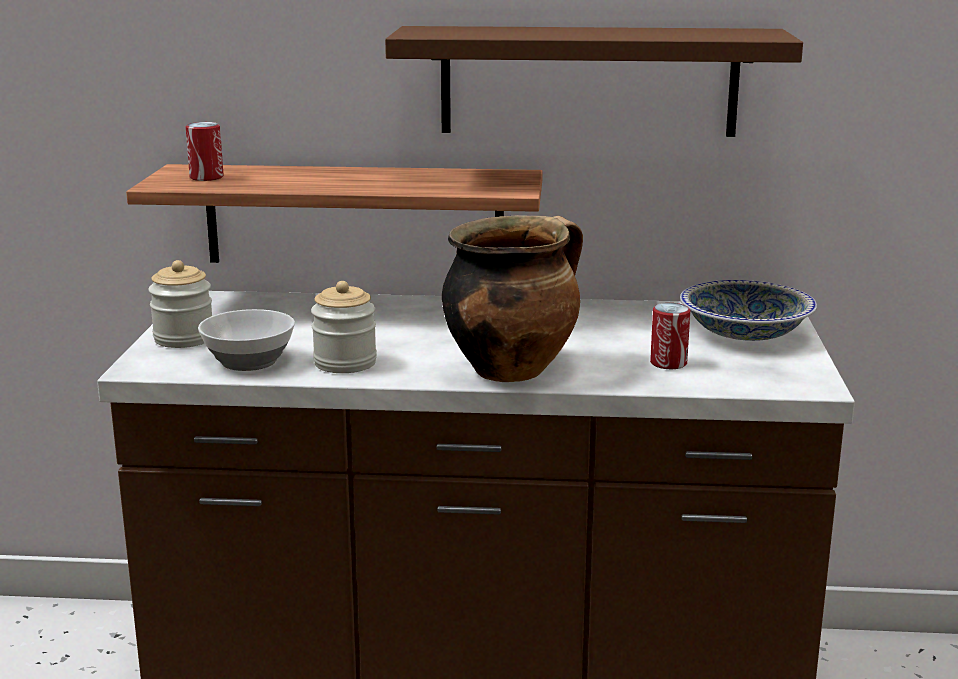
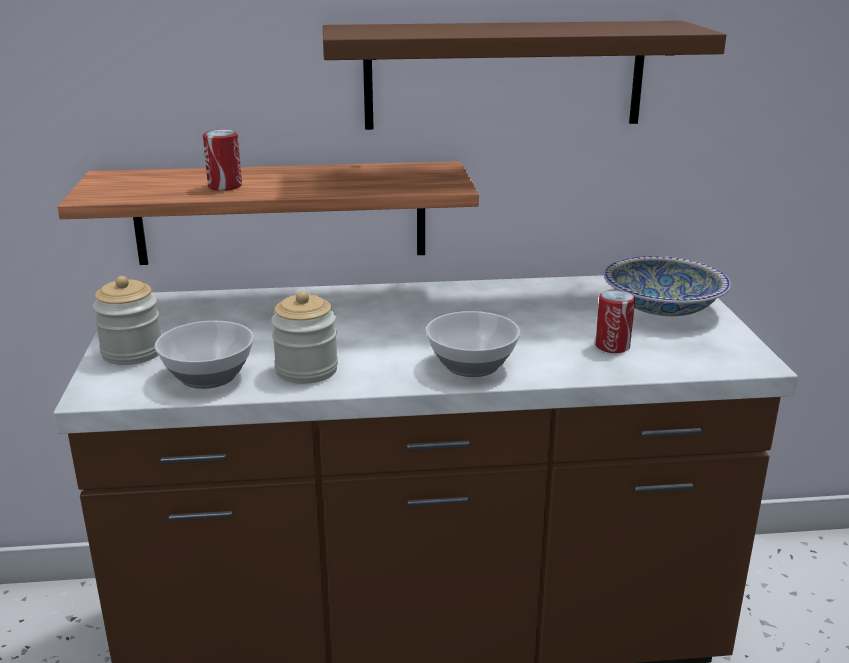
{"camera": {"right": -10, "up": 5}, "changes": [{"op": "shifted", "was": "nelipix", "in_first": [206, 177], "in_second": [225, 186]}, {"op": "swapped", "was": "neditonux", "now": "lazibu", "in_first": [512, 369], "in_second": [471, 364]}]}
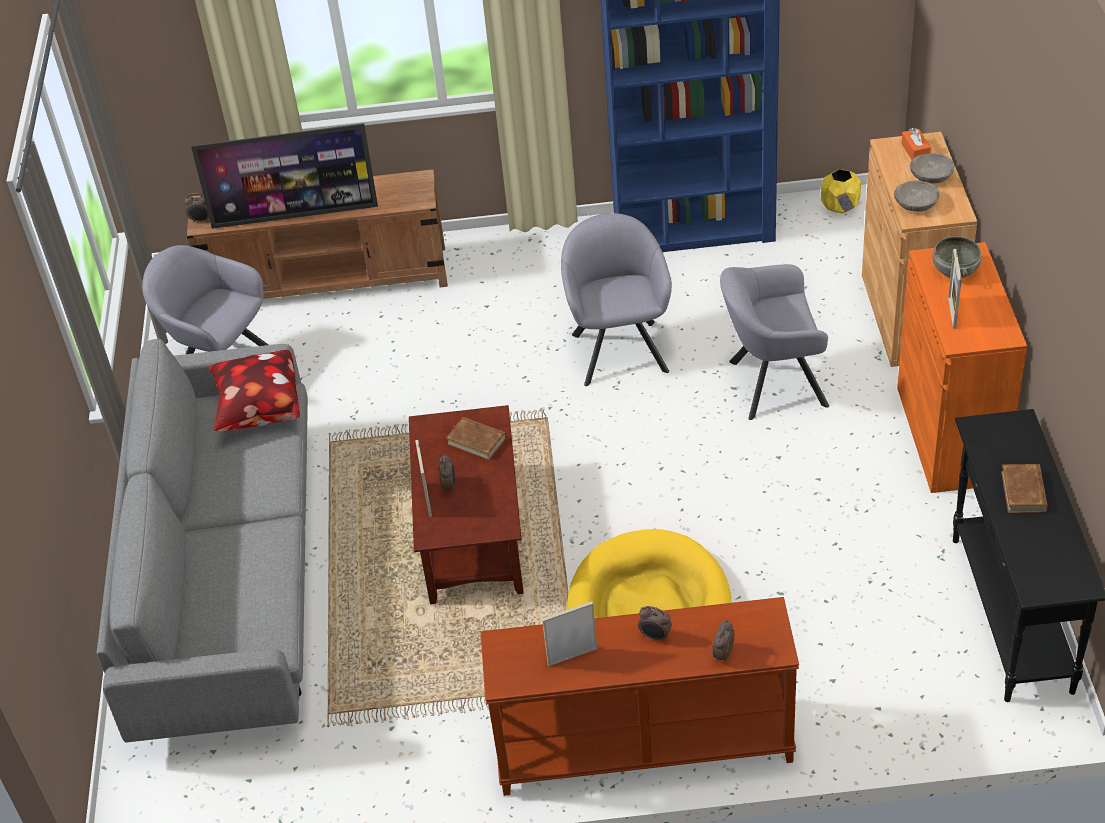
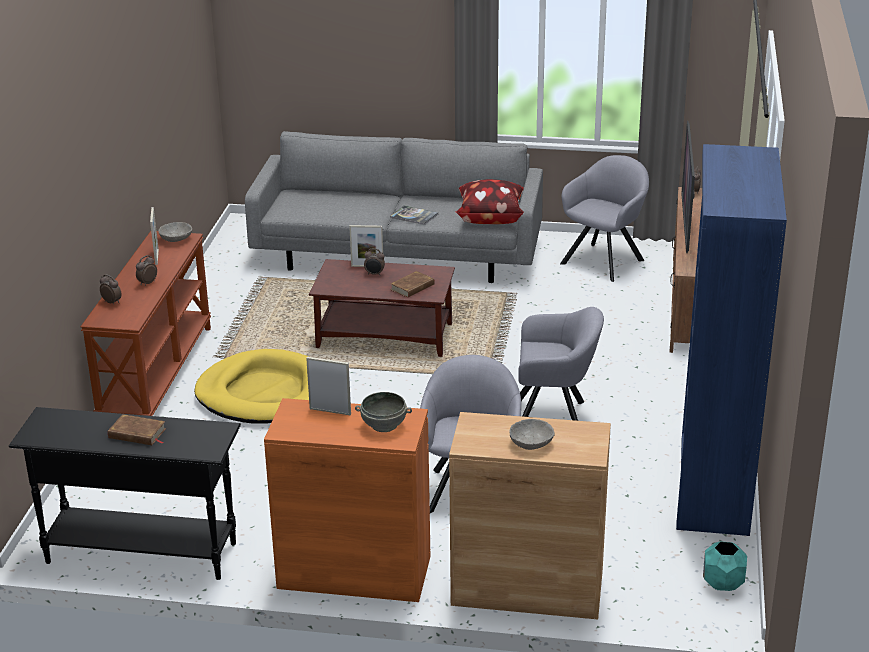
{"camera": {"right": 100, "up": -15}, "changes": [{"op": "shifted", "was": "grey lazibu", "in_first": [916, 204], "in_second": [176, 239]}, {"op": "new", "now": "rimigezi", "in_second": [414, 216]}, {"op": "repainted", "was": "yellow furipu", "now": "turquoise furipu", "in_first": [840, 206], "in_second": [722, 584]}, {"op": "gone", "was": "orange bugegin", "in_first": [915, 151]}]}
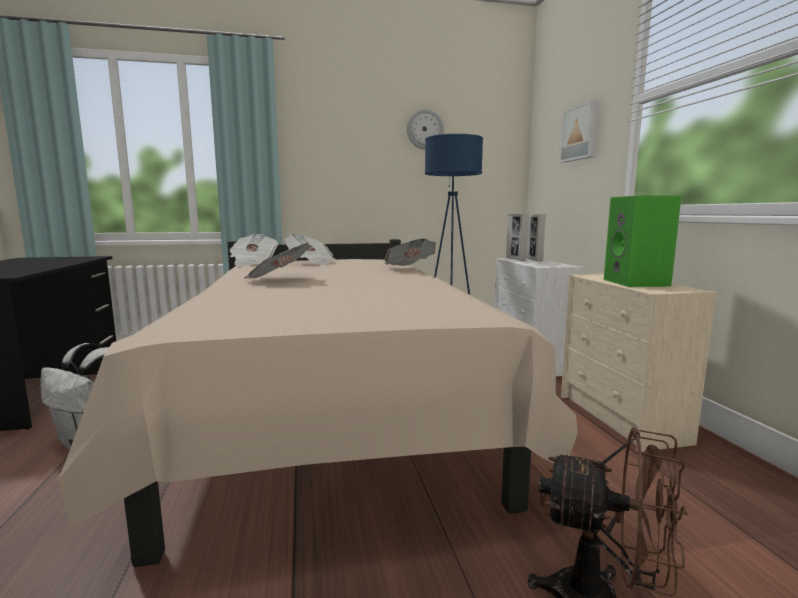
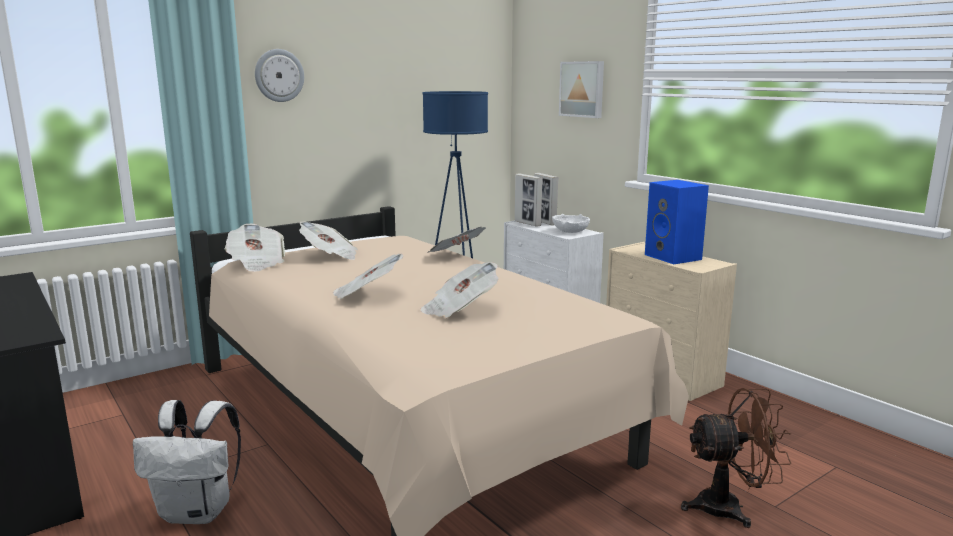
{"camera": {"right": -25, "up": 5}, "changes": [{"op": "shifted", "was": "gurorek", "in_first": [425, 129], "in_second": [279, 75]}, {"op": "new", "now": "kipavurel", "in_second": [459, 309]}, {"op": "new", "now": "white lazibu", "in_second": [570, 231]}, {"op": "repainted", "was": "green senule", "now": "blue senule", "in_first": [637, 283], "in_second": [674, 257]}]}
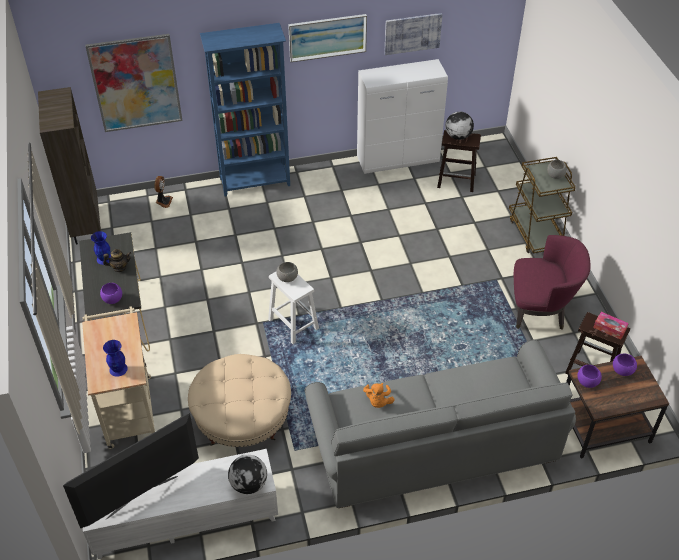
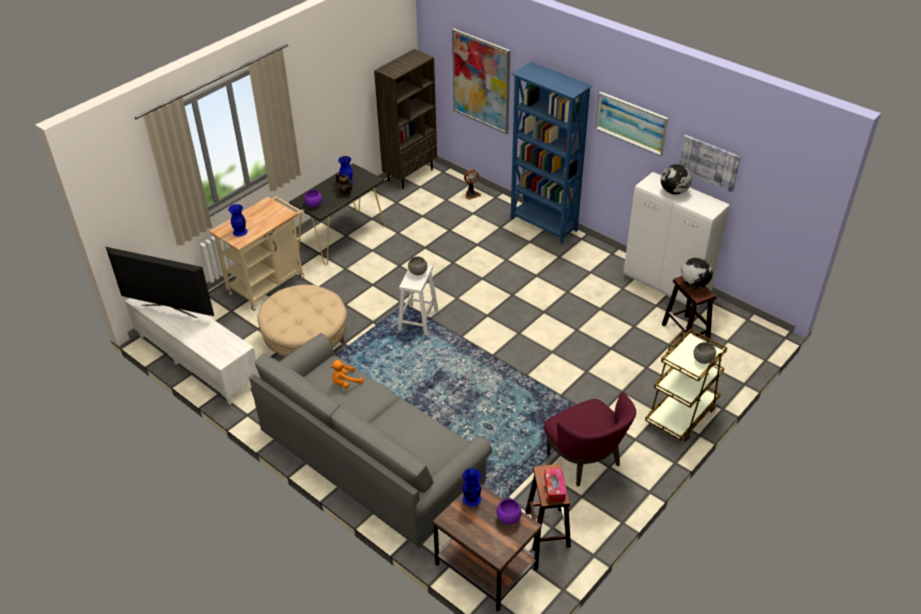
{"camera": {"right": 55, "up": -5}, "changes": [{"op": "swapped", "was": "purple lazibu", "now": "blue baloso", "in_first": [587, 382], "in_second": [471, 498]}, {"op": "shifted", "was": "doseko", "in_first": [249, 484], "in_second": [674, 191]}]}
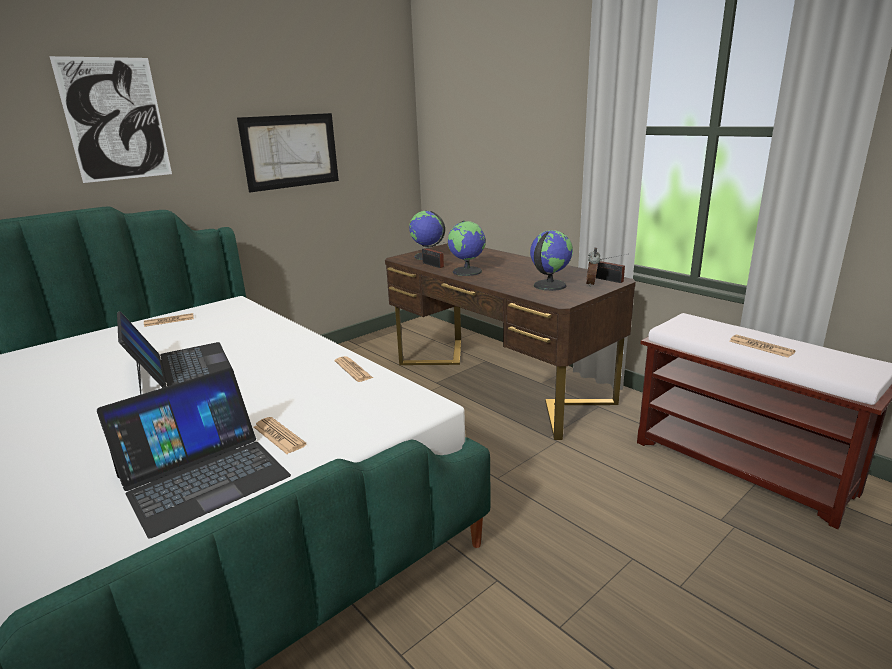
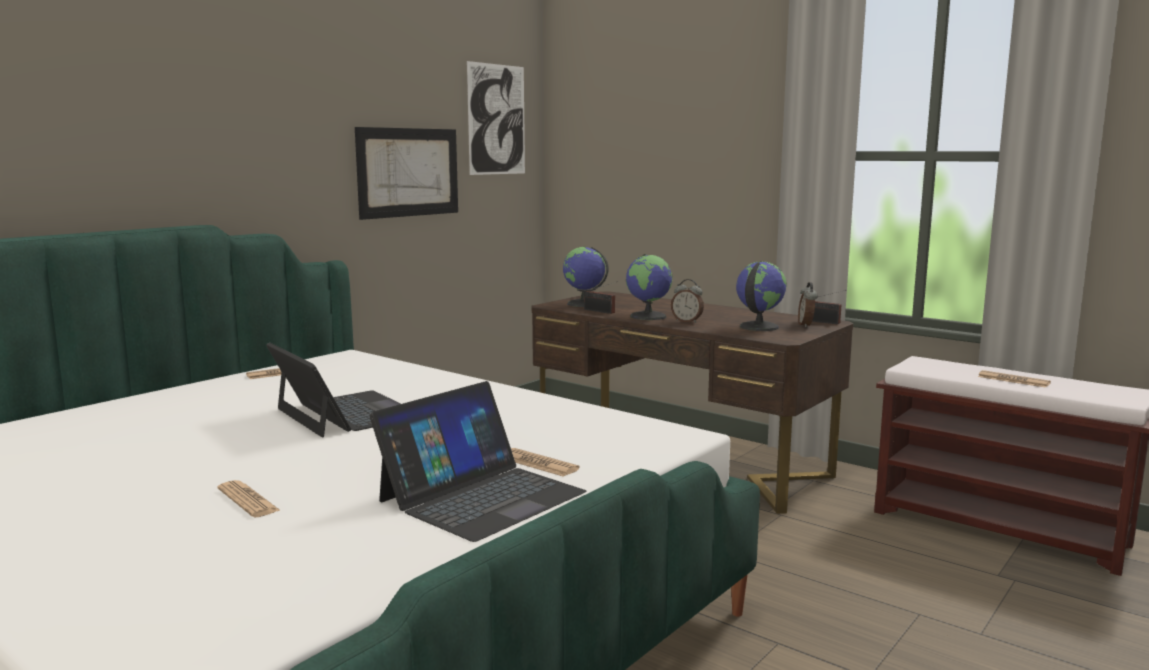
{"camera": {"right": -10, "up": -10}, "changes": [{"op": "shifted", "was": "kipavurel", "in_first": [353, 370], "in_second": [248, 500]}, {"op": "shifted", "was": "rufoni", "in_first": [115, 120], "in_second": [497, 119]}, {"op": "new", "now": "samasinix", "in_second": [687, 321]}]}
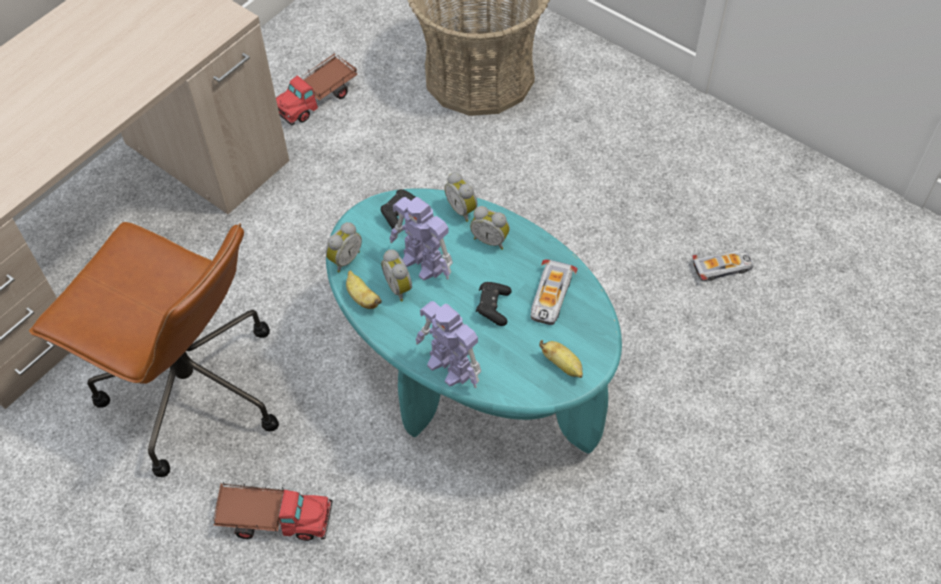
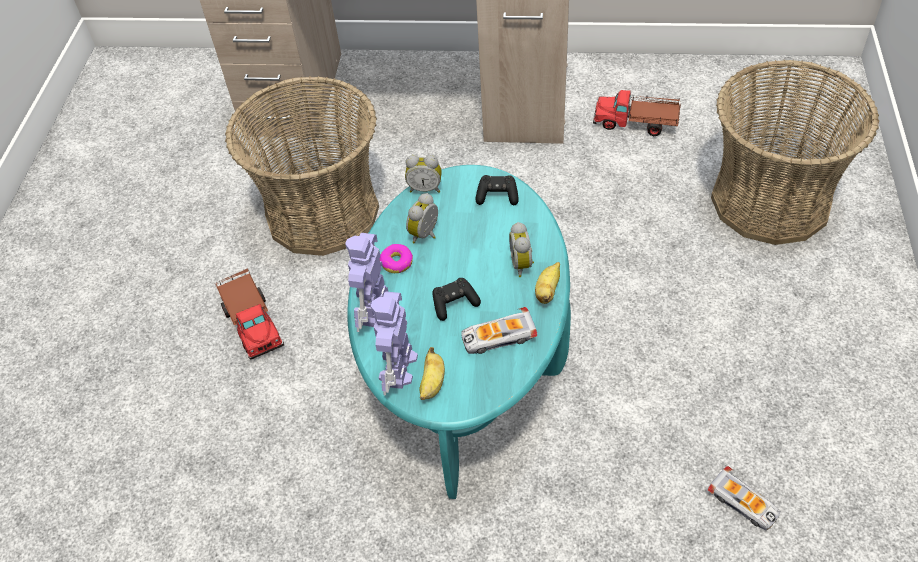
{"camera": {"right": 60, "up": -5}, "changes": [{"op": "swapped", "was": "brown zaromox", "now": "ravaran", "in_first": [190, 390], "in_second": [322, 213]}, {"op": "shifted", "was": "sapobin", "in_first": [424, 263], "in_second": [398, 368]}, {"op": "new", "now": "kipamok", "in_second": [397, 262]}, {"op": "shifted", "was": "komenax", "in_first": [362, 298], "in_second": [547, 291]}, {"op": "gone", "was": "samasinix", "in_first": [463, 209]}]}
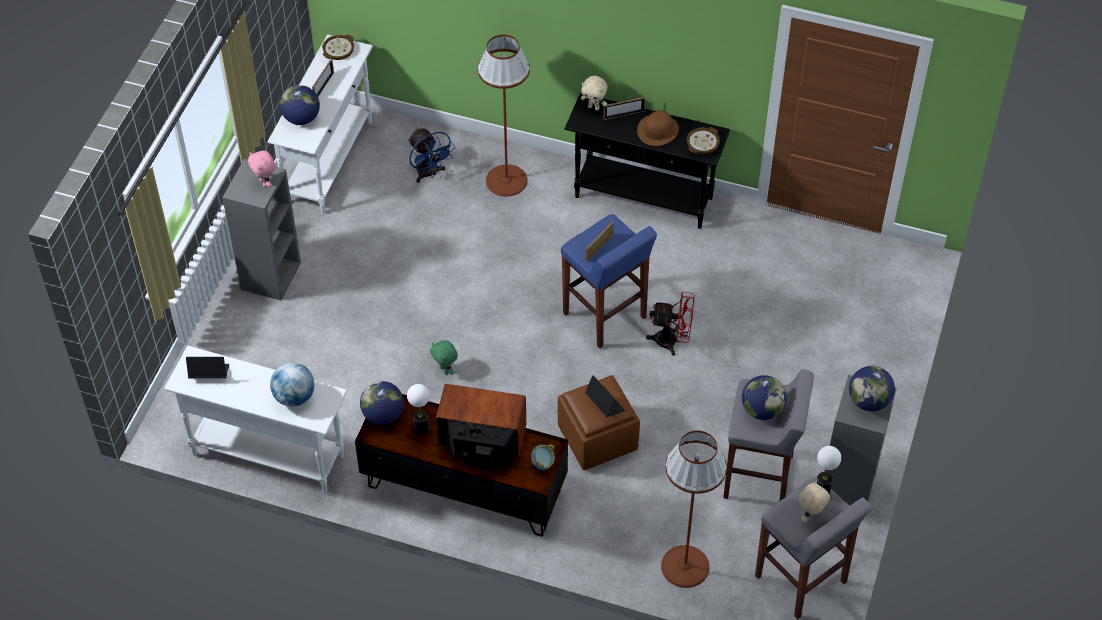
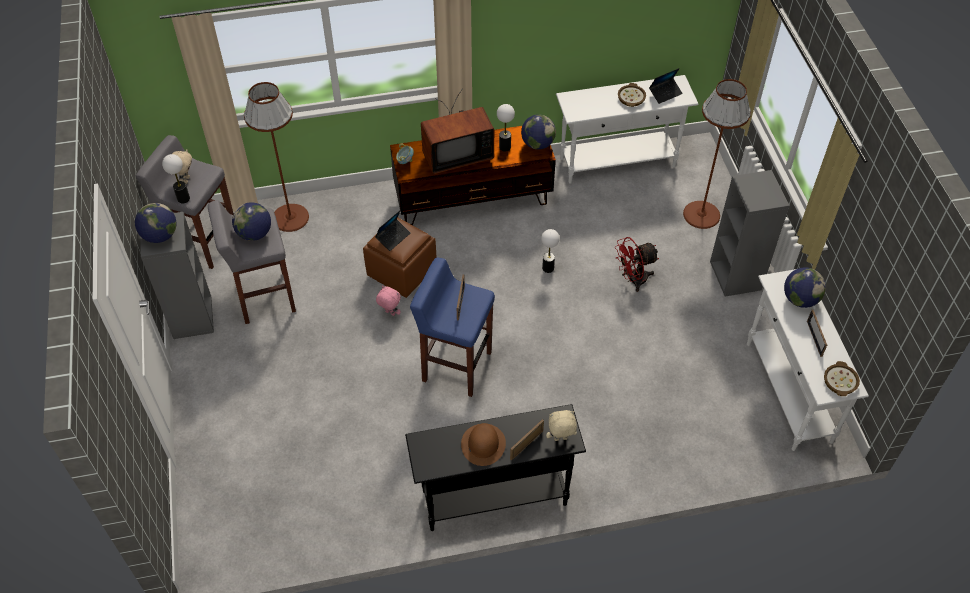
{"camera": {"right": 150, "up": 0}, "changes": [{"op": "rotated", "was": "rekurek", "in_first": [604, 404], "in_second": [393, 237], "clockwise": -75}, {"op": "shifted", "was": "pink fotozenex", "in_first": [265, 183], "in_second": [389, 313]}, {"op": "swapped", "was": "green fotozenex", "now": "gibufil", "in_first": [445, 370], "in_second": [547, 268]}, {"op": "shifted", "was": "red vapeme", "in_first": [672, 341], "in_second": [633, 280]}, {"op": "shifted", "was": "lazibu", "in_first": [702, 144], "in_second": [631, 98]}, {"op": "shifted", "was": "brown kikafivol", "in_first": [506, 180], "in_second": [701, 214]}, {"op": "gone", "was": "doseko", "in_first": [294, 397]}, {"op": "gone", "was": "blue vapeme", "in_first": [429, 174]}]}
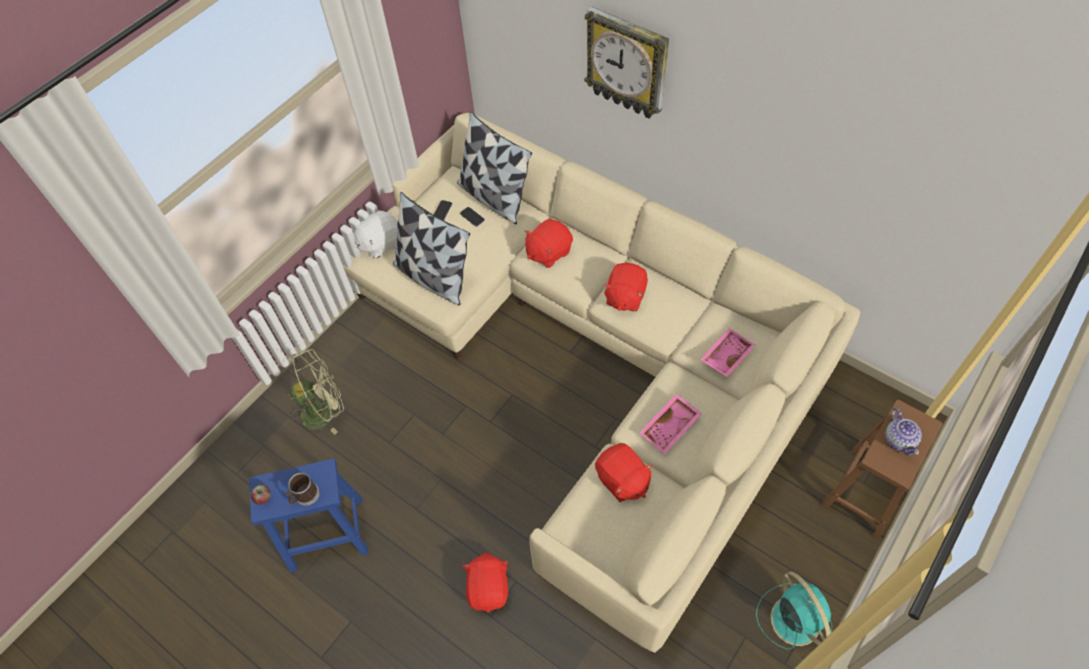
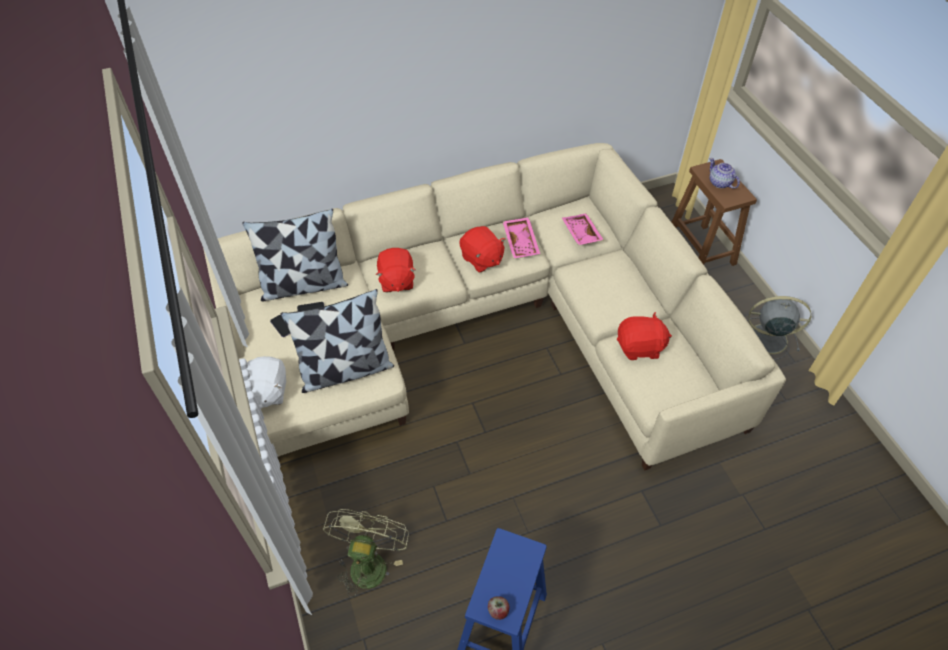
{"camera": {"right": -60, "up": -5}, "changes": [{"op": "shifted", "was": "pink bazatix", "in_first": [670, 428], "in_second": [521, 242]}, {"op": "rotated", "was": "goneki", "in_first": [899, 439], "in_second": [720, 183], "clockwise": -150}, {"op": "repainted", "was": "turquoise vapeme", "now": "grey vapeme", "in_first": [793, 618], "in_second": [766, 338]}, {"op": "gone", "was": "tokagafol", "in_first": [305, 496]}, {"op": "gone", "was": "red fotozenex", "in_first": [489, 588]}, {"op": "gone", "was": "gurorek", "in_first": [627, 64]}]}
